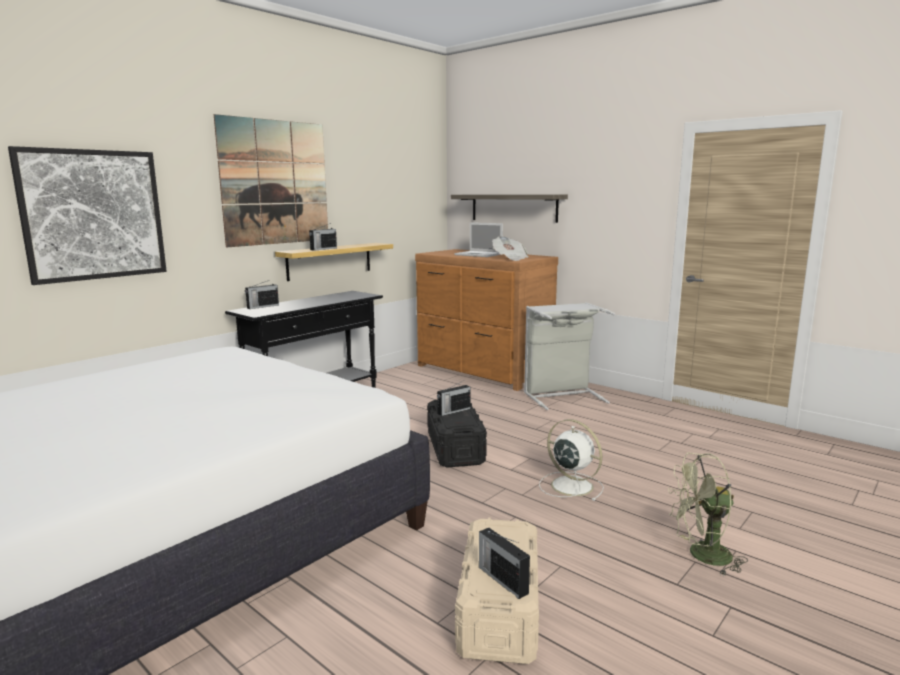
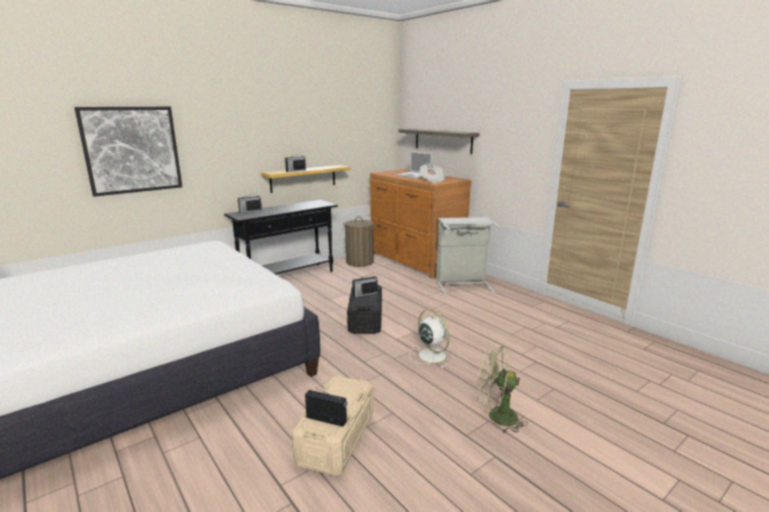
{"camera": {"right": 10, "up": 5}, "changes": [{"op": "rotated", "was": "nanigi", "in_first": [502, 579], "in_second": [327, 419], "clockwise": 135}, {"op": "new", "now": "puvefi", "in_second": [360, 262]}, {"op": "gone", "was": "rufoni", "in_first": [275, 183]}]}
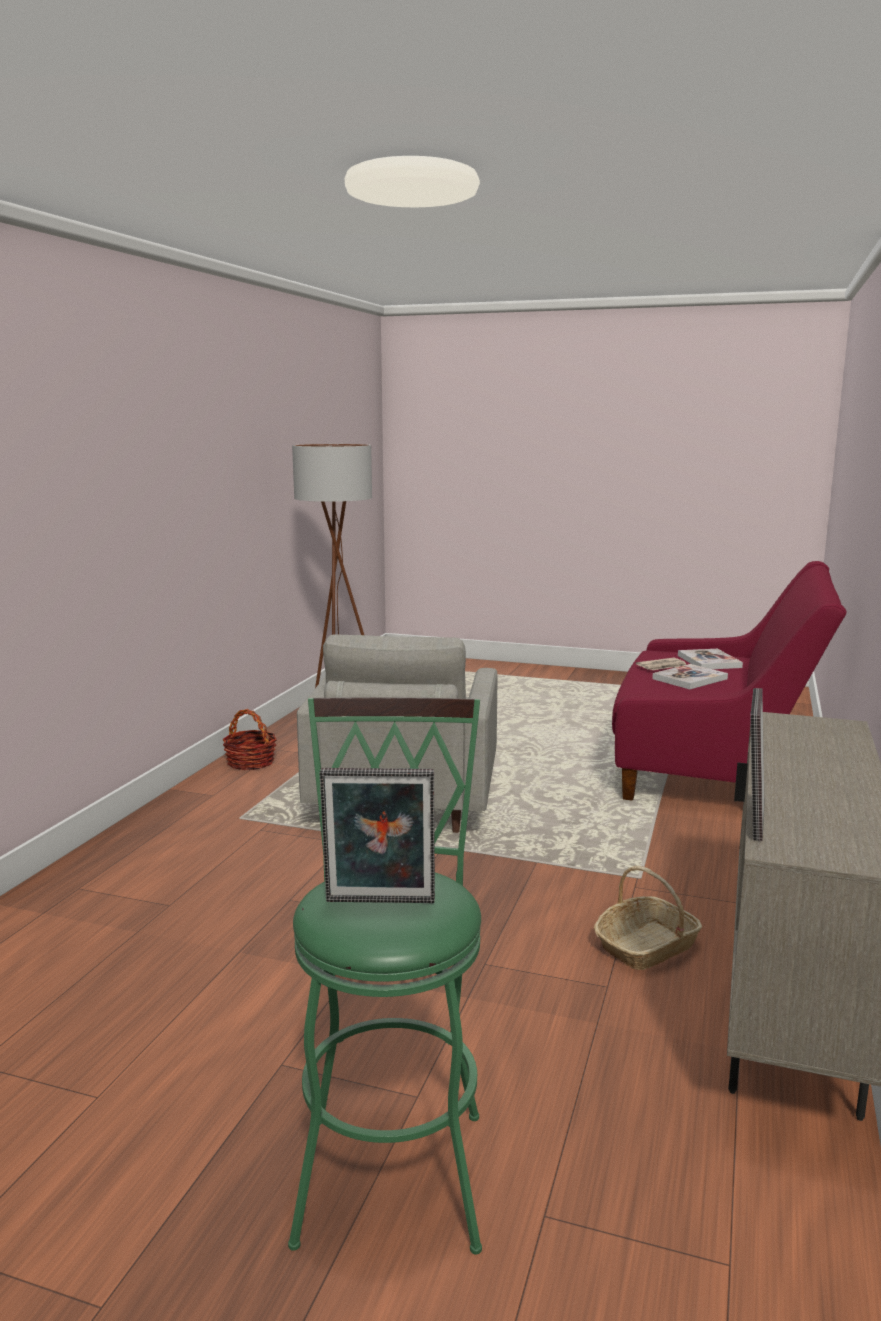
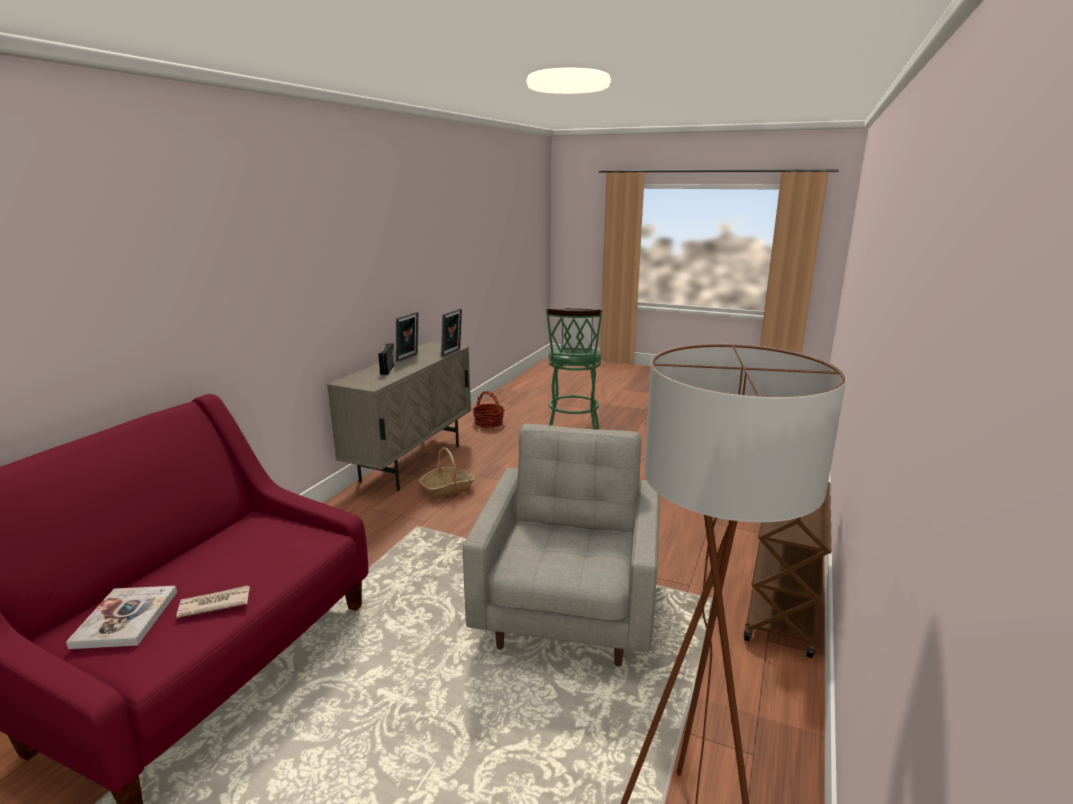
{"camera": {"right": -175, "up": 5}, "changes": [{"op": "new", "now": "nanigi", "in_second": [388, 369]}, {"op": "new", "now": "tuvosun", "in_second": [408, 357]}, {"op": "shifted", "was": "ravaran", "in_first": [250, 762], "in_second": [489, 423]}, {"op": "new", "now": "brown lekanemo", "in_second": [782, 607]}, {"op": "gone", "was": "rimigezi", "in_first": [689, 679]}]}
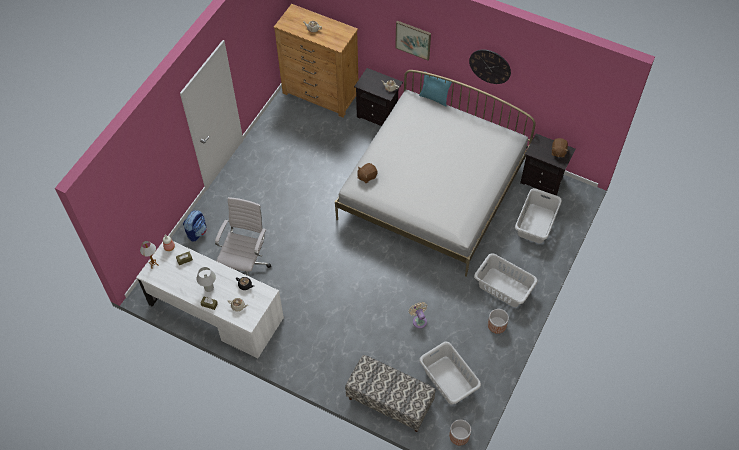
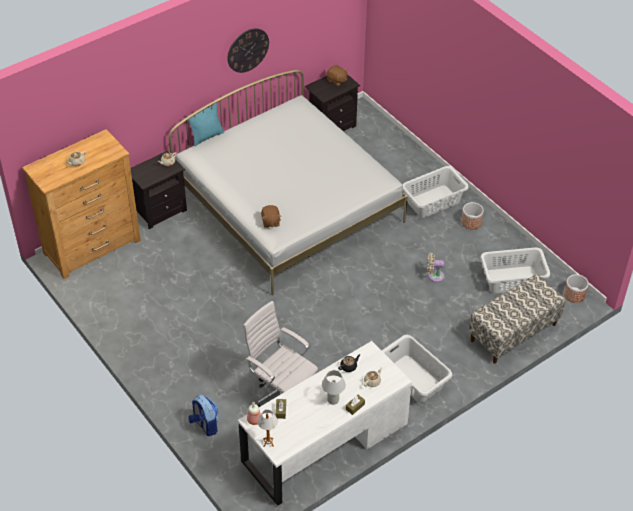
{"camera": {"right": -65, "up": -10}, "changes": [{"op": "shifted", "was": "grey puvefi", "in_first": [535, 223], "in_second": [413, 379]}, {"op": "gone", "was": "rufoni", "in_first": [413, 39]}]}
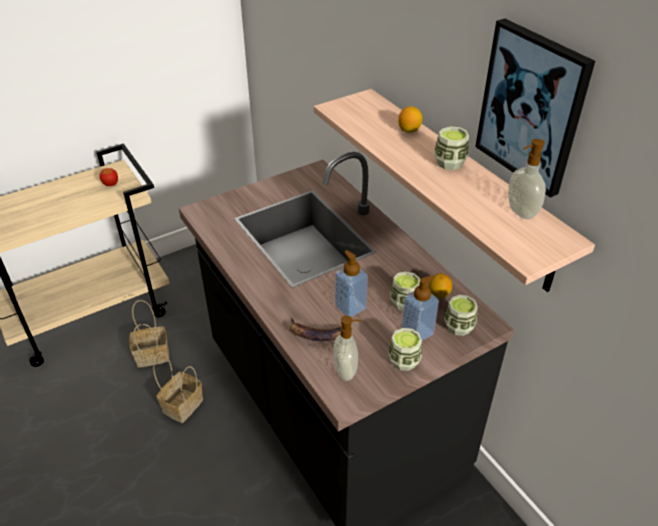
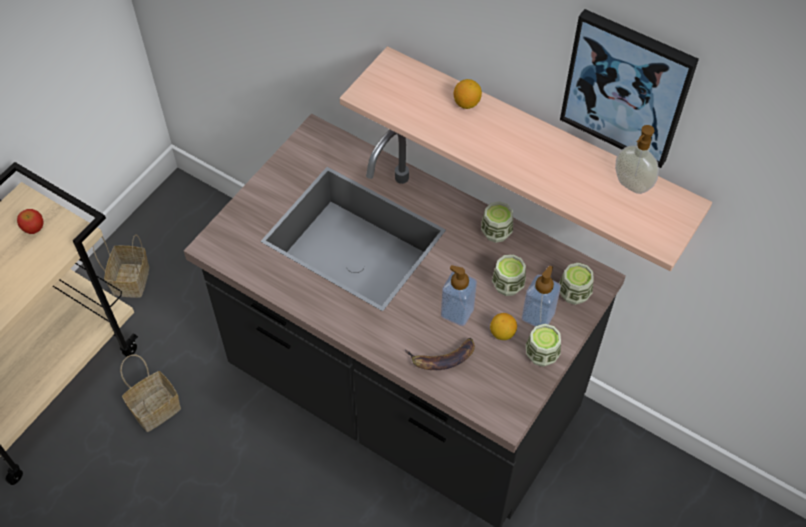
{"camera": {"right": -25, "up": 15}, "changes": [{"op": "shifted", "was": "ravaran", "in_first": [183, 404], "in_second": [130, 279]}, {"op": "shifted", "was": "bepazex", "in_first": [449, 163], "in_second": [496, 232]}, {"op": "shifted", "was": "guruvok", "in_first": [439, 294], "in_second": [502, 333]}, {"op": "gone", "was": "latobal", "in_first": [346, 371]}]}
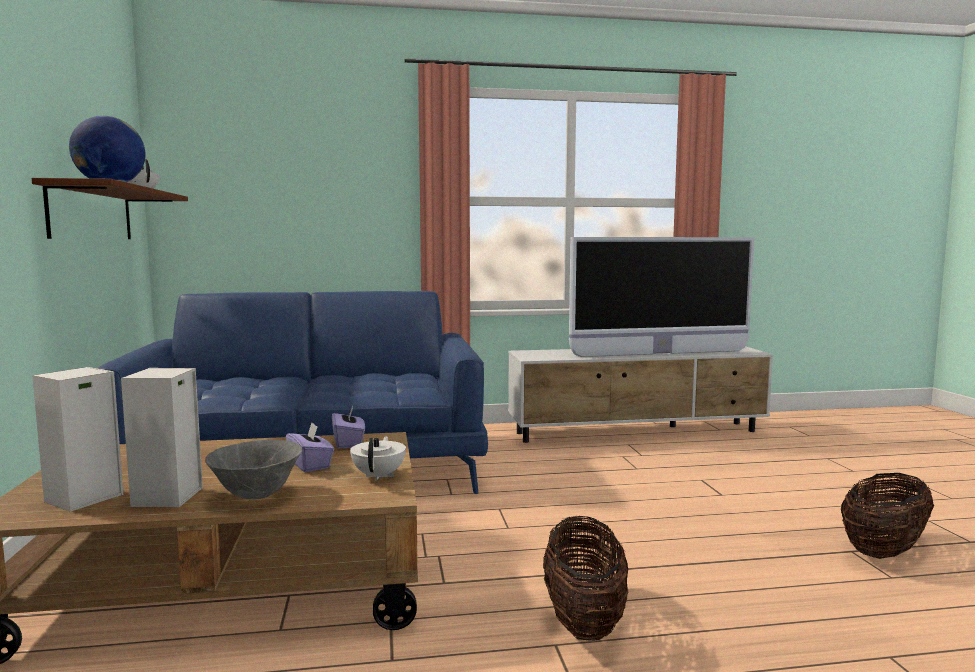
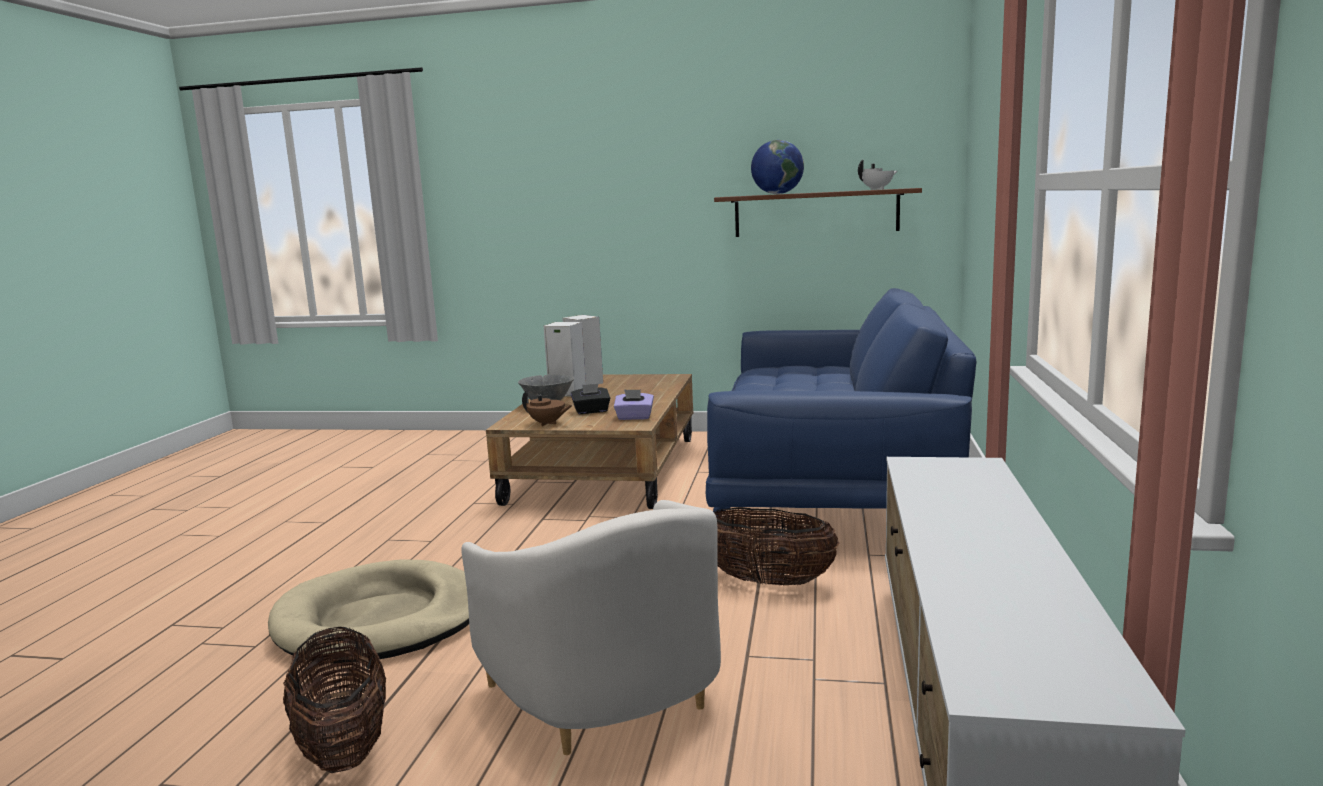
{"camera": {"right": 110, "up": 5}, "changes": [{"op": "new", "now": "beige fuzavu", "in_second": [380, 620]}, {"op": "new", "now": "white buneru", "in_second": [609, 696]}, {"op": "repainted", "was": "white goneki", "now": "brown goneki", "in_first": [379, 476], "in_second": [547, 423]}, {"op": "repainted", "was": "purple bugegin", "now": "black bugegin", "in_first": [310, 464], "in_second": [591, 411]}, {"op": "shifted", "was": "ravaran", "in_first": [584, 619], "in_second": [767, 581]}, {"op": "gone", "was": "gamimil", "in_first": [660, 354]}]}
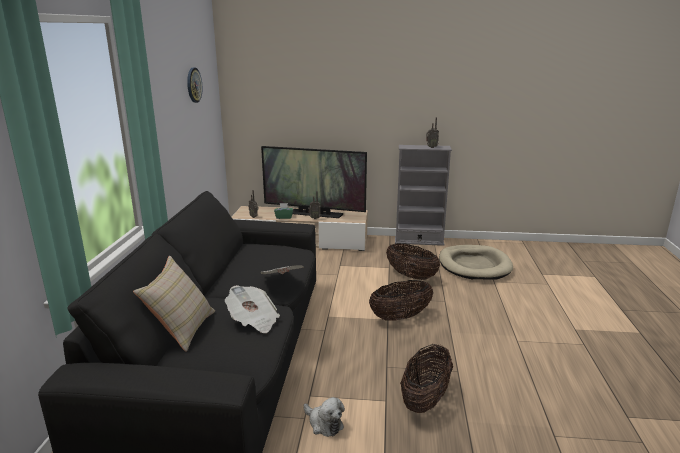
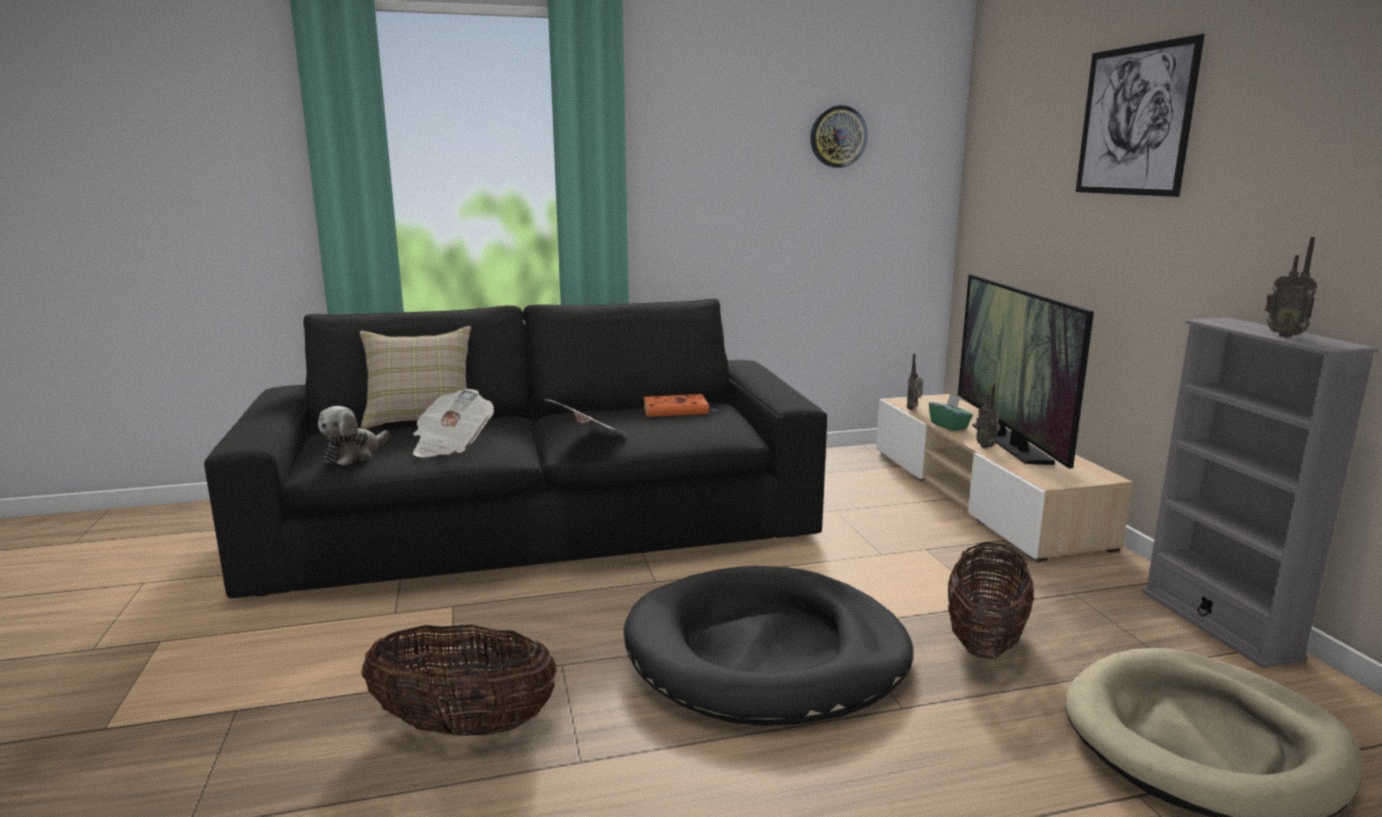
{"camera": {"right": 70, "up": -5}, "changes": [{"op": "shifted", "was": "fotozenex", "in_first": [324, 424], "in_second": [354, 454]}, {"op": "swapped", "was": "ravaran", "now": "black fuzavu", "in_first": [400, 317], "in_second": [766, 653]}, {"op": "new", "now": "orange rimigezi", "in_second": [677, 410]}, {"op": "new", "now": "rufoni", "in_second": [1134, 121]}]}
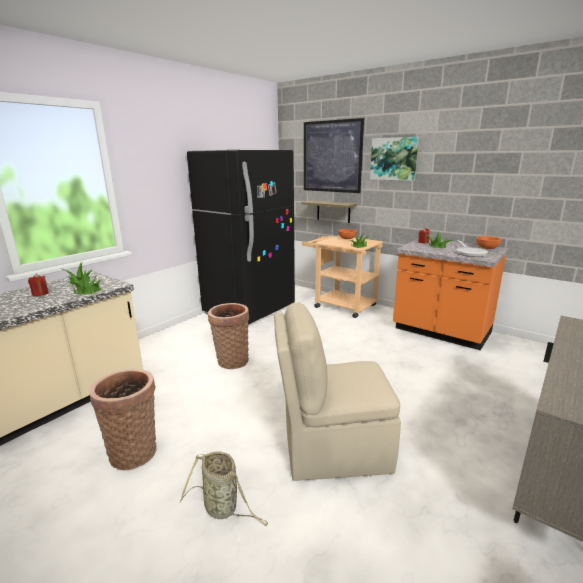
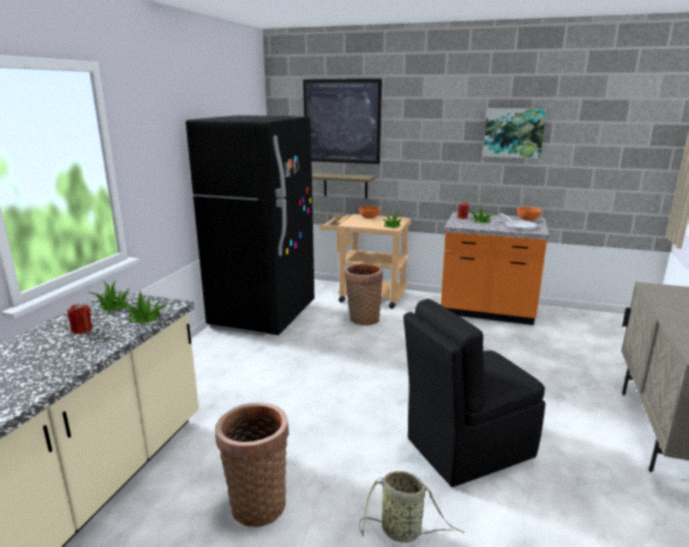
{"camera": {"right": -20, "up": 0}, "changes": [{"op": "shifted", "was": "ravaran", "in_first": [231, 360], "in_second": [362, 319]}, {"op": "repainted", "was": "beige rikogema", "now": "black rikogema", "in_first": [333, 449], "in_second": [466, 448]}, {"op": "shifted", "was": "rufoni", "in_first": [394, 159], "in_second": [513, 133]}]}
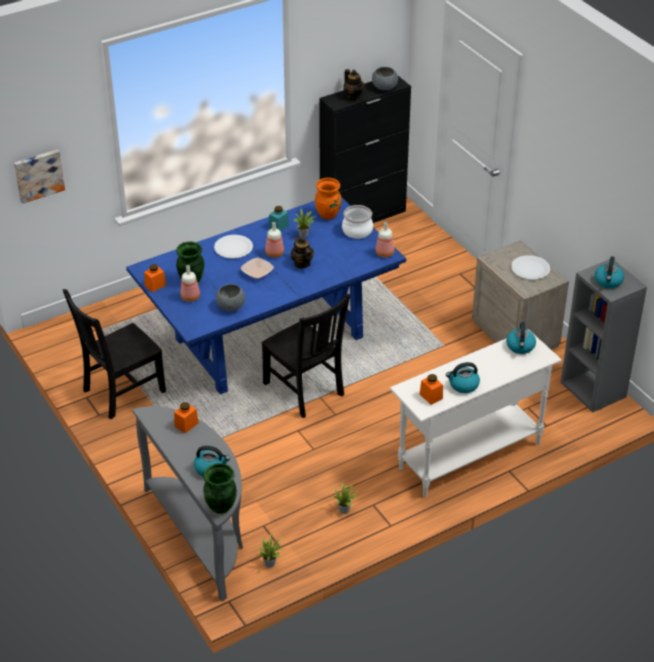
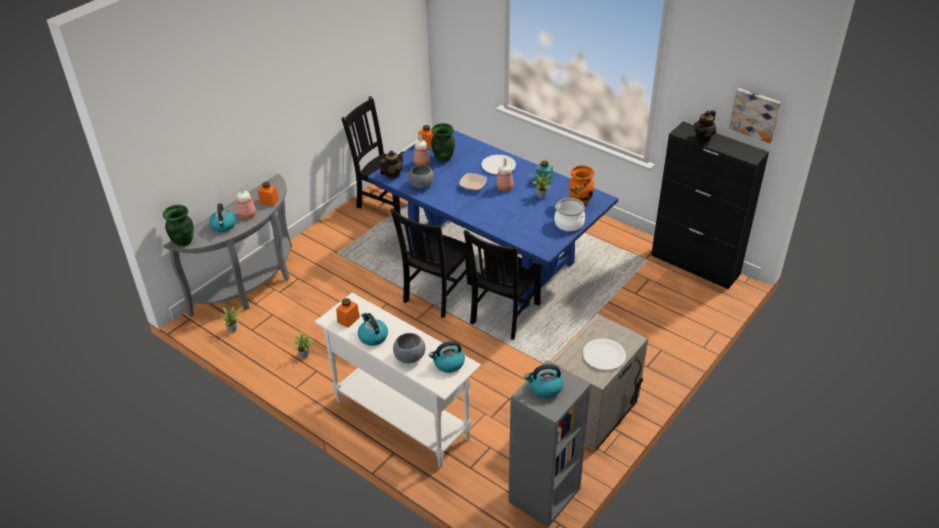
{"camera": {"right": 70, "up": 0}, "changes": [{"op": "shifted", "was": "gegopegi", "in_first": [384, 253], "in_second": [248, 214]}, {"op": "shifted", "was": "goneki", "in_first": [302, 264], "in_second": [392, 175]}, {"op": "shifted", "was": "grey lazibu", "in_first": [384, 87], "in_second": [409, 356]}, {"op": "new", "now": "black rikogema", "in_second": [503, 315]}, {"op": "shifted", "was": "rufoni", "in_first": [38, 175], "in_second": [755, 114]}]}
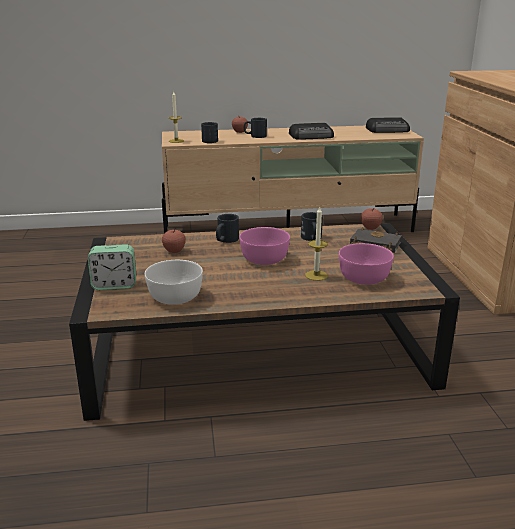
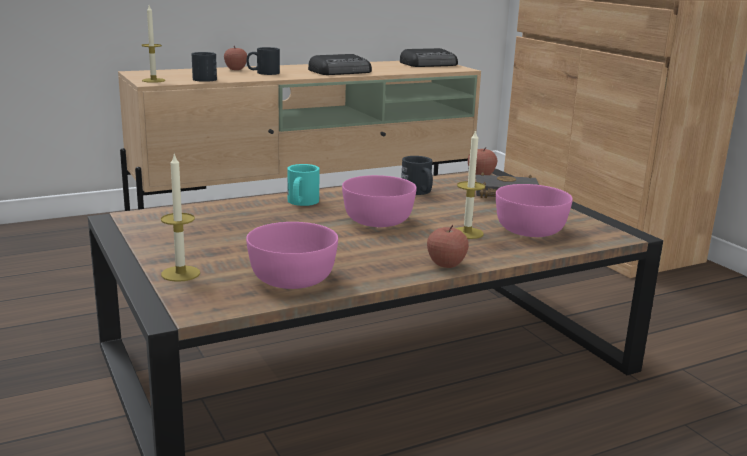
{"camera": {"right": -20, "up": -5}, "changes": [{"op": "swapped", "was": "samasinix", "now": "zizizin", "in_first": [114, 285], "in_second": [180, 273]}, {"op": "repainted", "was": "white lazibu", "now": "pink lazibu", "in_first": [174, 296], "in_second": [291, 278]}, {"op": "repainted", "was": "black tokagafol", "now": "turquoise tokagafol", "in_first": [225, 240], "in_second": [301, 203]}, {"op": "shifted", "was": "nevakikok", "in_first": [174, 251], "in_second": [446, 264]}]}
